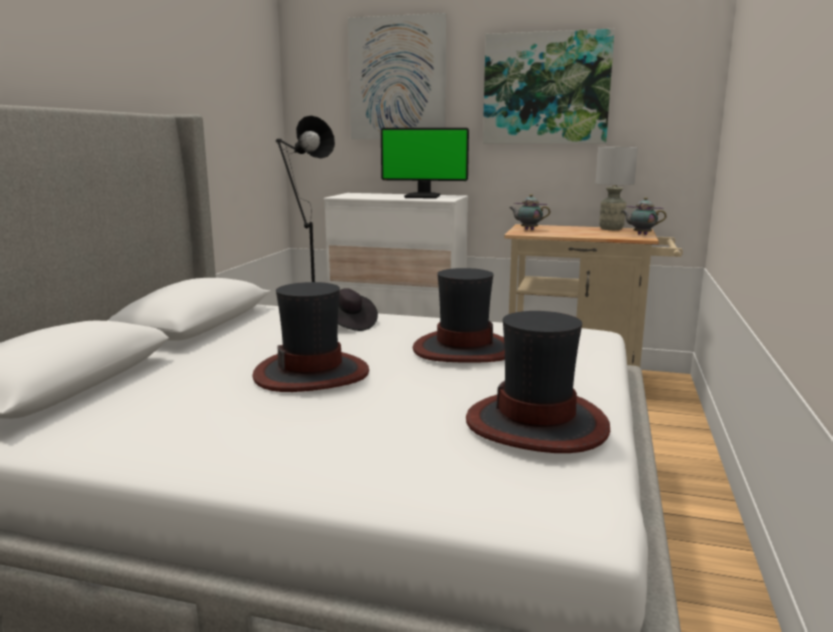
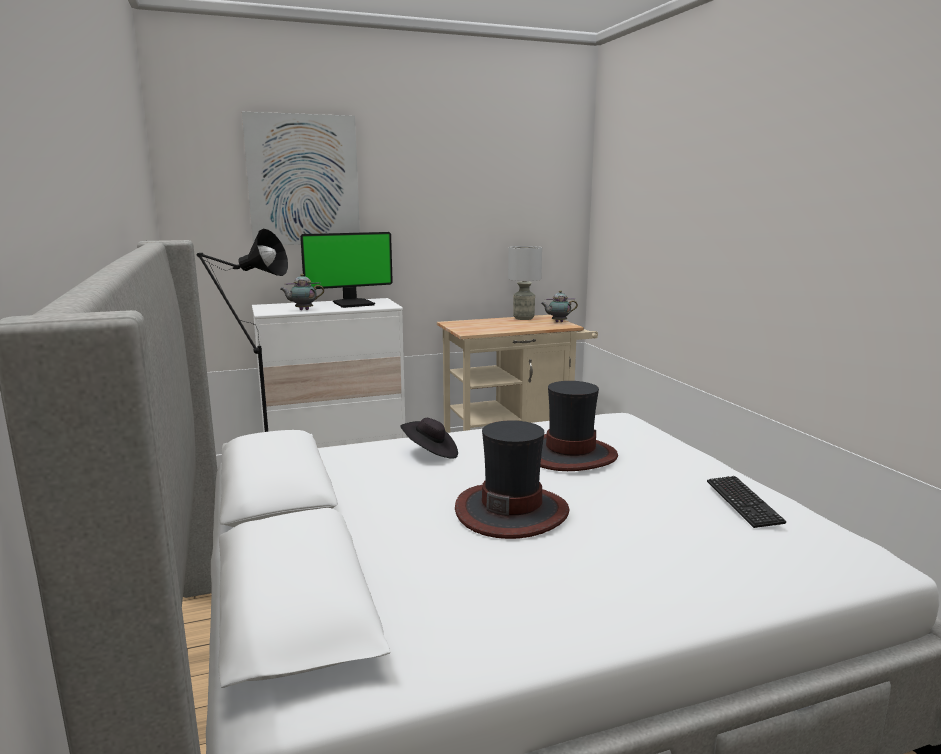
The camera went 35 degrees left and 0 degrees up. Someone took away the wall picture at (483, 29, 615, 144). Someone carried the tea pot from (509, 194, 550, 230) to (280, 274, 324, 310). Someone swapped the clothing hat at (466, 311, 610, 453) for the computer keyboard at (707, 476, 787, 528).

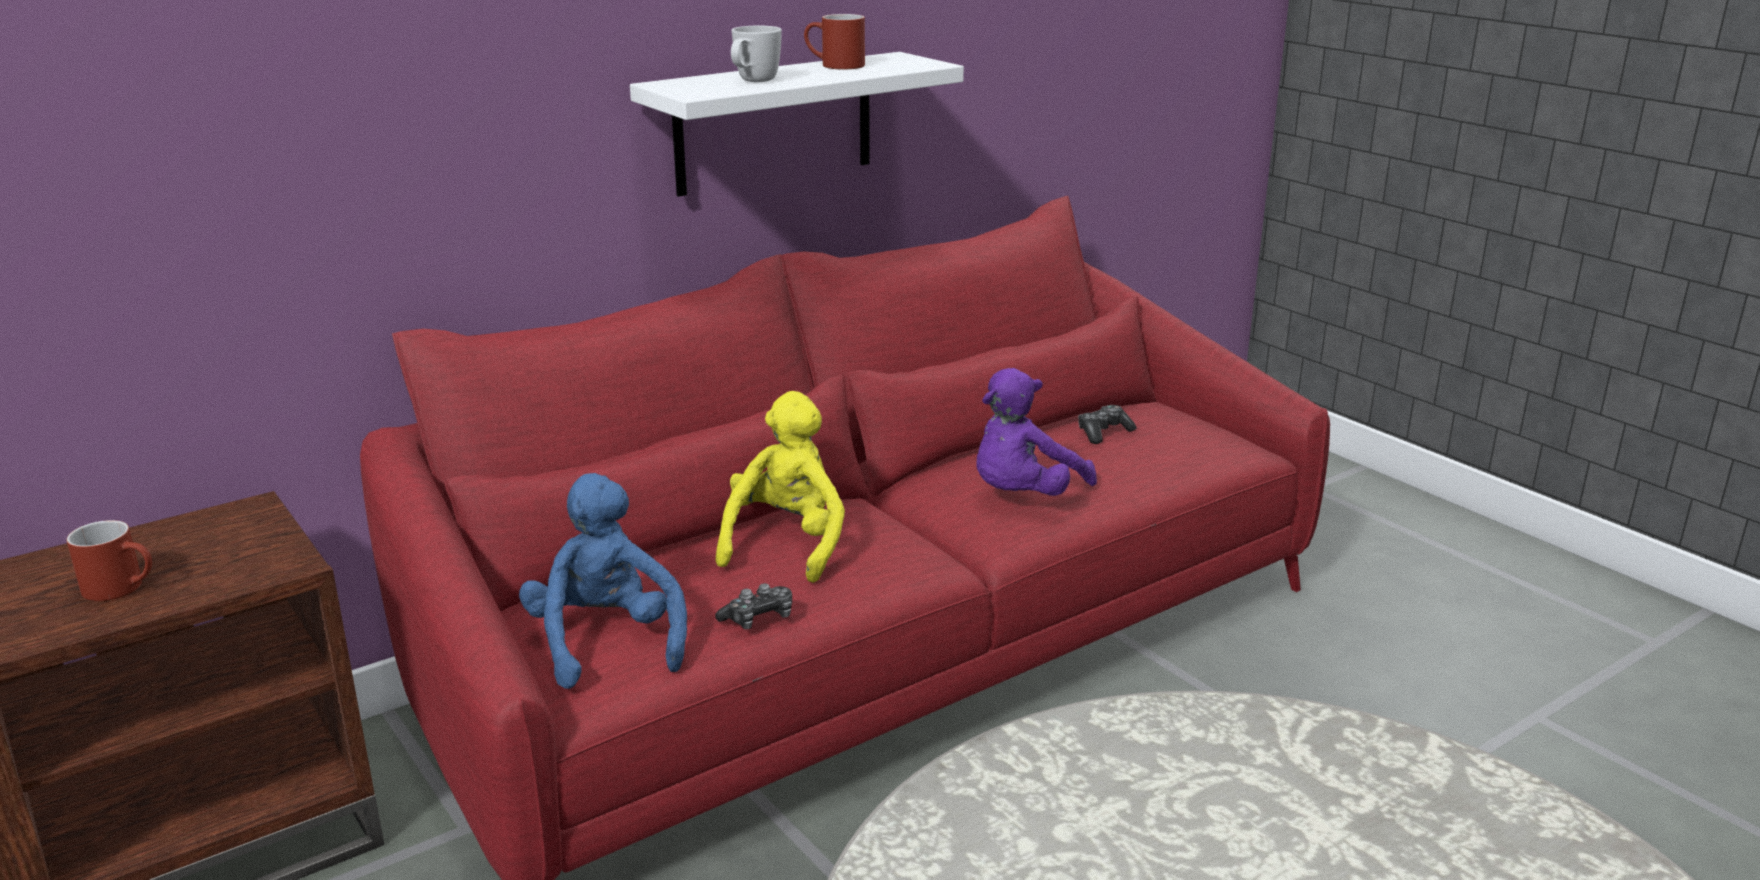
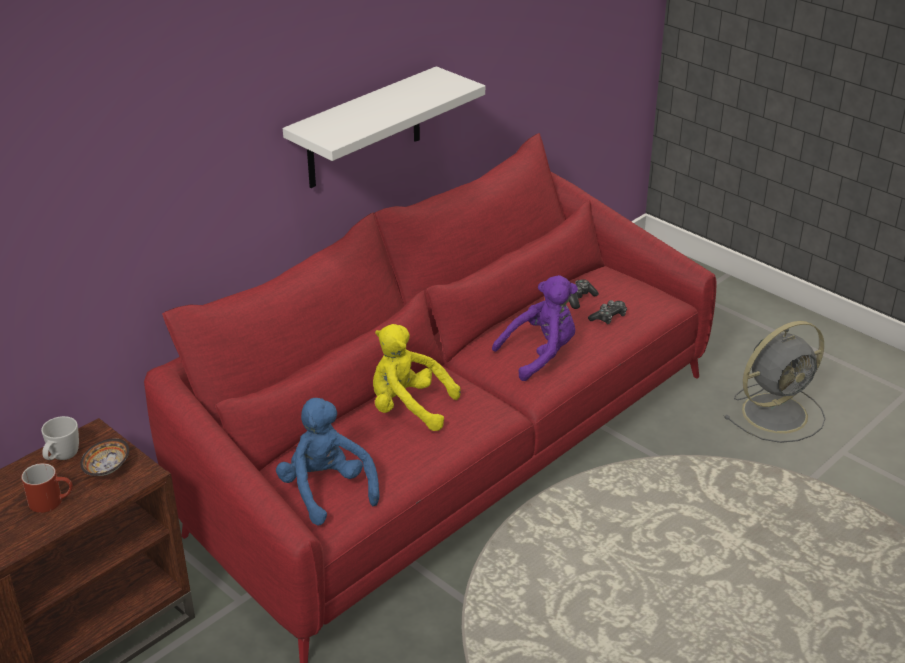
The camera went 10 degrees left and 10 degrees up. Someone took away the reddish tea mug at (804, 14, 865, 69). Someone put down the serving bowl at (80, 438, 129, 476). Someone put down the greyish cooling fan at (724, 321, 825, 443). Someone carried the game controller from (715, 583, 792, 629) to (588, 300, 627, 324). Someone carried the whitish tea mug from (731, 26, 782, 82) to (41, 416, 79, 460). Someone rotated the yellow plush toy at (716, 391, 845, 583) by 75 degrees counterclockwise. Someone rotated the purple plush toy at (976, 368, 1097, 496) by 150 degrees counterclockwise.

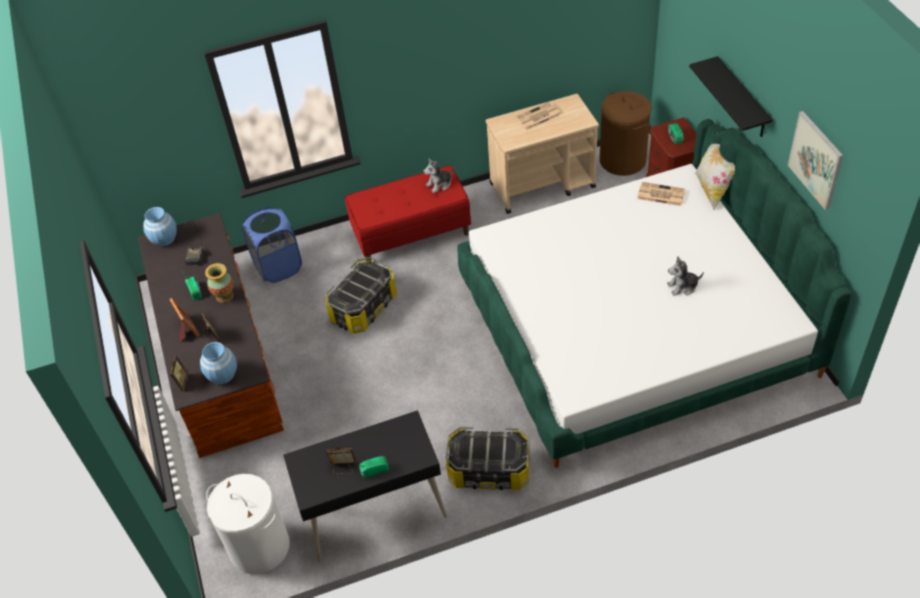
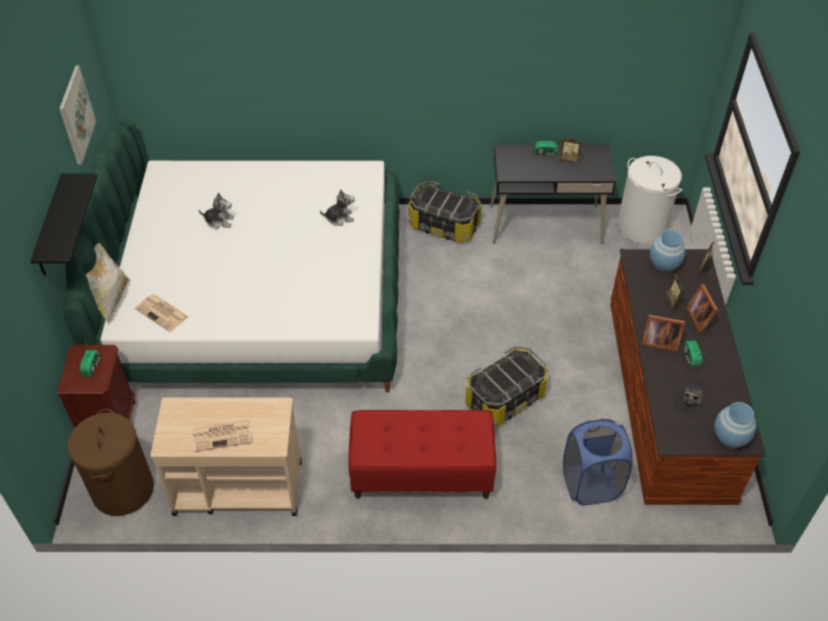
The camera went 165 degrees left and 0 degrees up. Someone carried the plush toy from (424, 158, 454, 193) to (320, 189, 355, 226). Someone swapped the flower vase at (205, 263, 234, 303) for the standing frame at (642, 315, 685, 352).

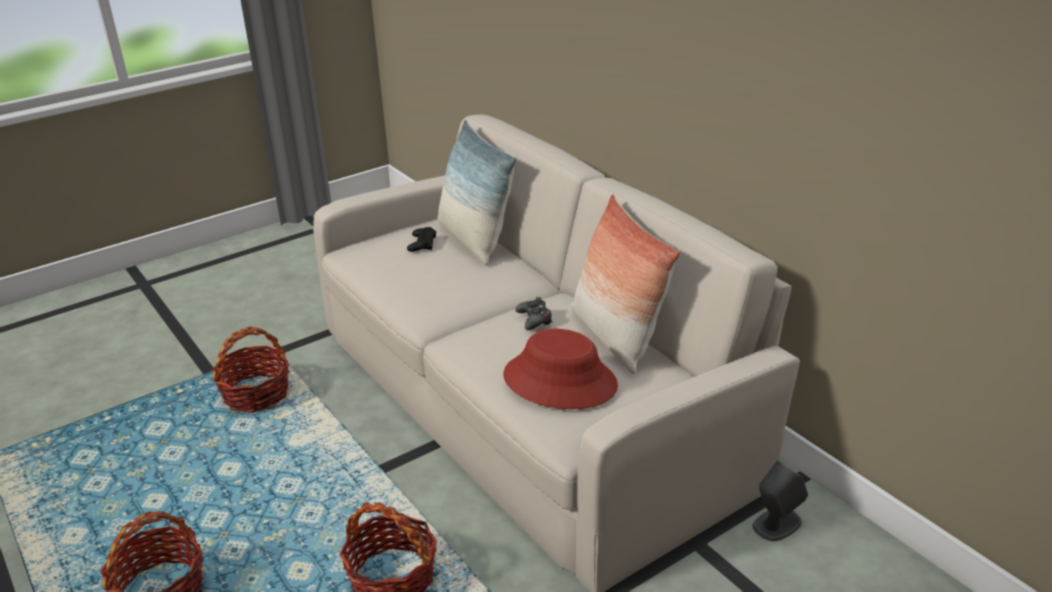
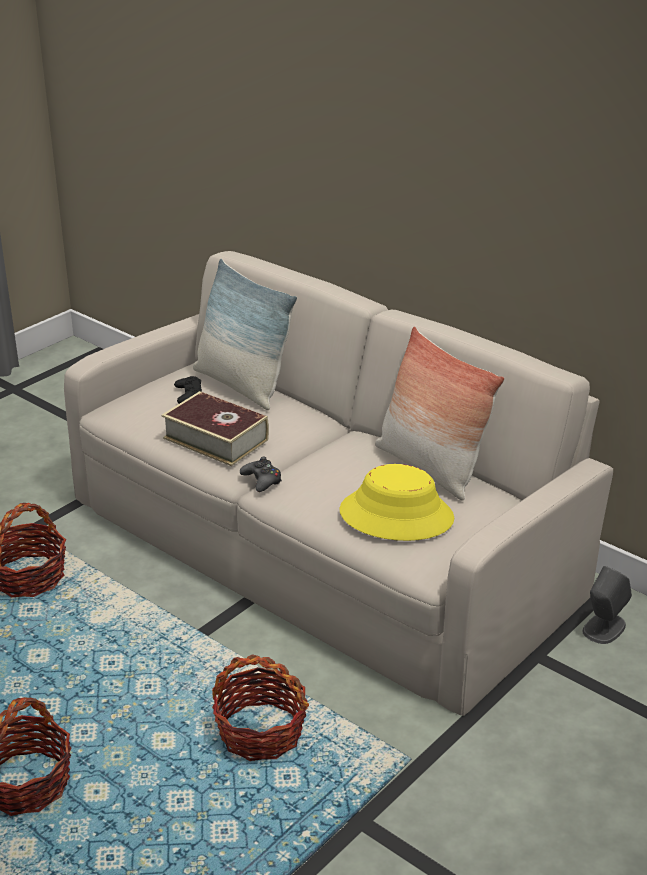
The camera went 15 degrees left and 0 degrees up. Someone put down the bound book at (161, 391, 269, 466). Someone carried the blackish game controller from (515, 297, 552, 330) to (240, 457, 282, 492). Someone repainted the reddish clothing hat at (503, 329, 618, 409), which became the yellow clothing hat at (339, 464, 454, 541).

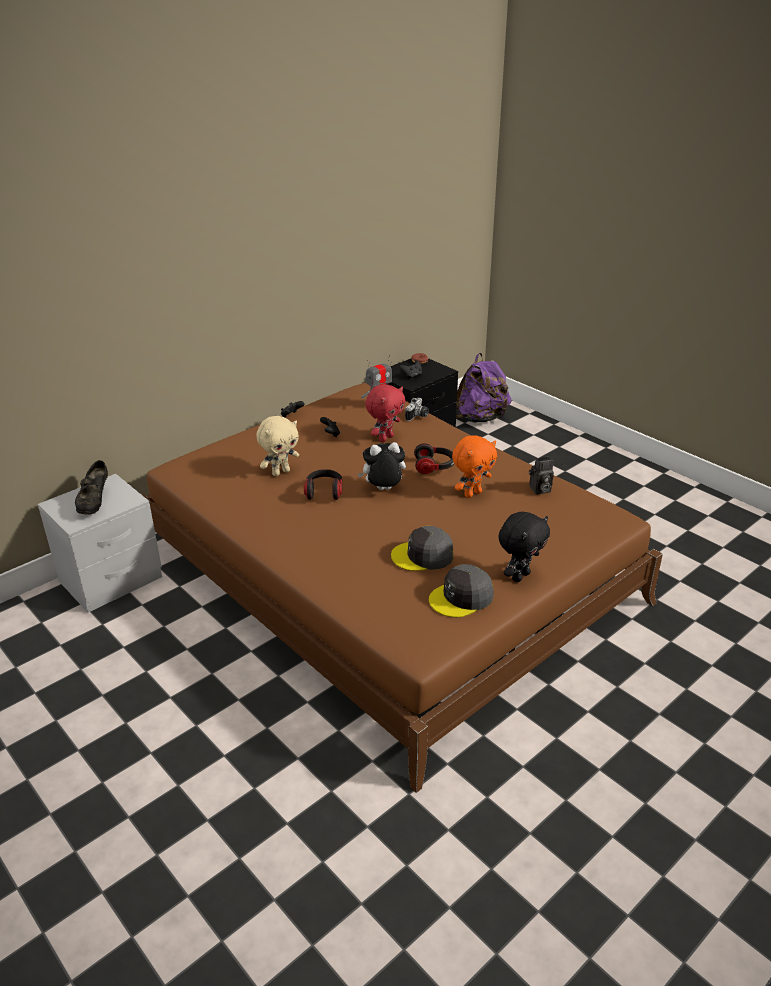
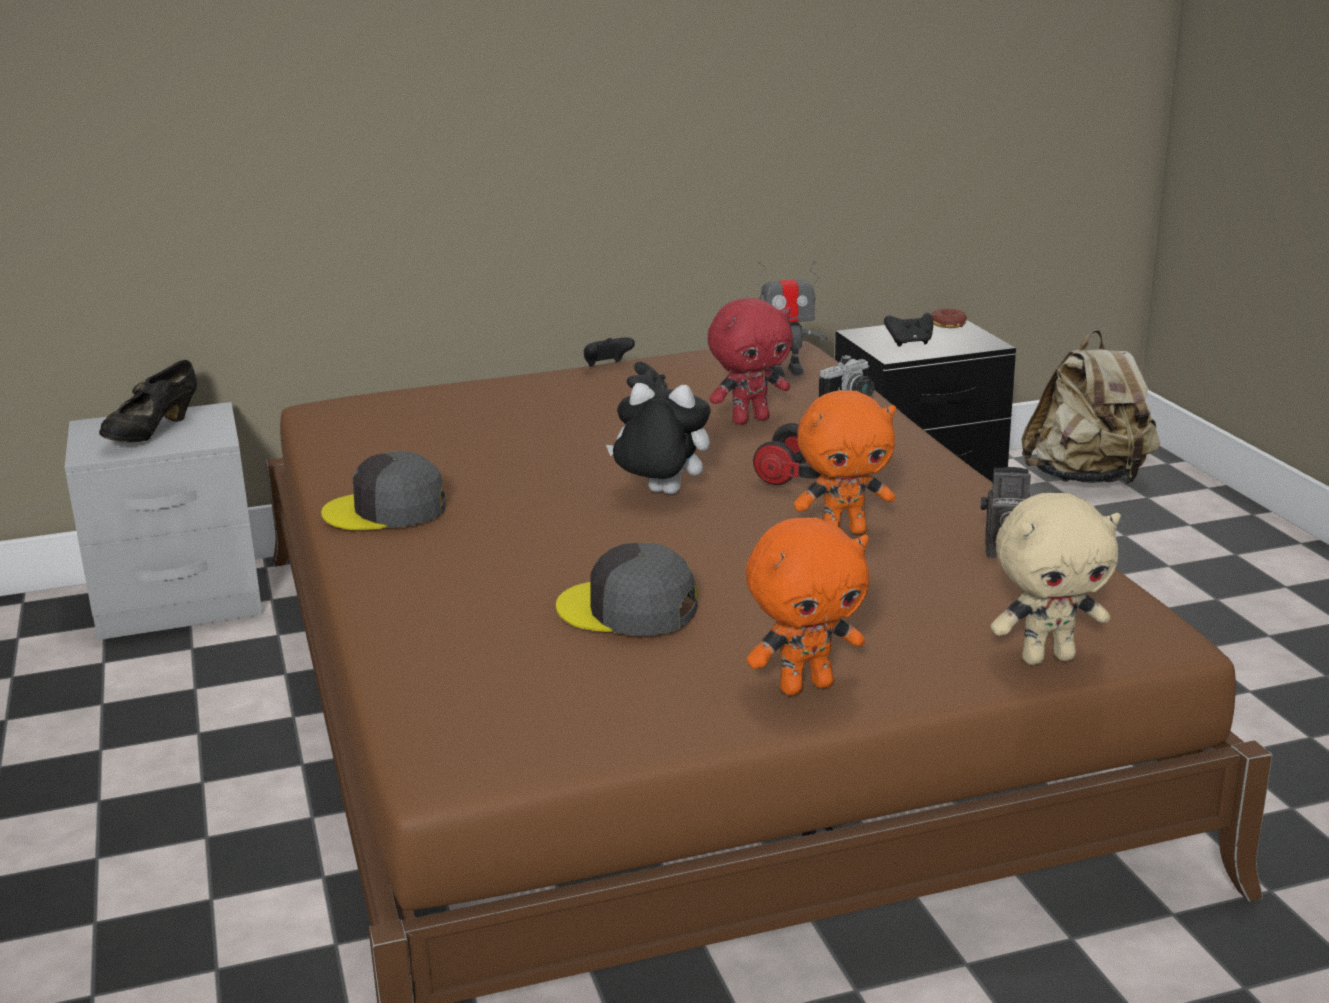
The camera went 25 degrees right and 10 degrees down. Someone took away the pair of headphones at (304, 469, 342, 500). Someone carried the beige-coloured plush toy from (256, 416, 299, 476) to (991, 493, 1121, 665). Someone carried the greyish baseball cap from (429, 564, 494, 617) to (321, 451, 446, 530). Someone repainted the purple backpack at (456, 353, 511, 423), which became the beige-coloured backpack at (1022, 330, 1160, 484). Someone repainted the blackish plush toy at (498, 512, 550, 582), which became the orangey plush toy at (746, 518, 869, 696).

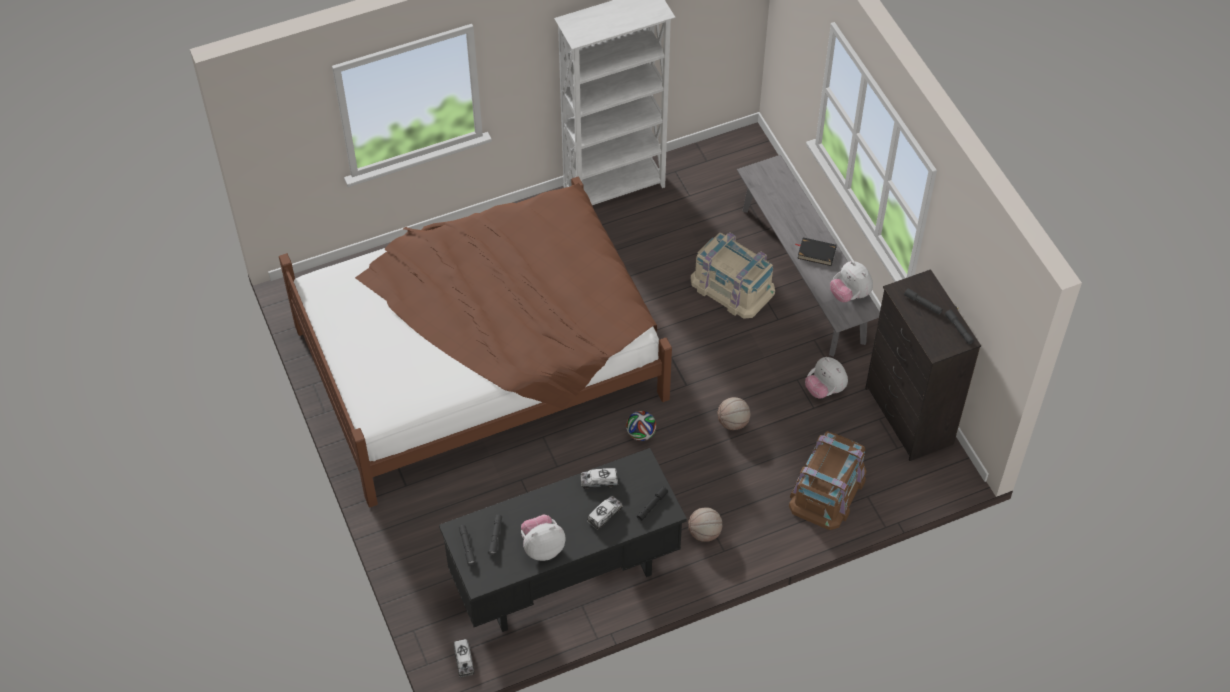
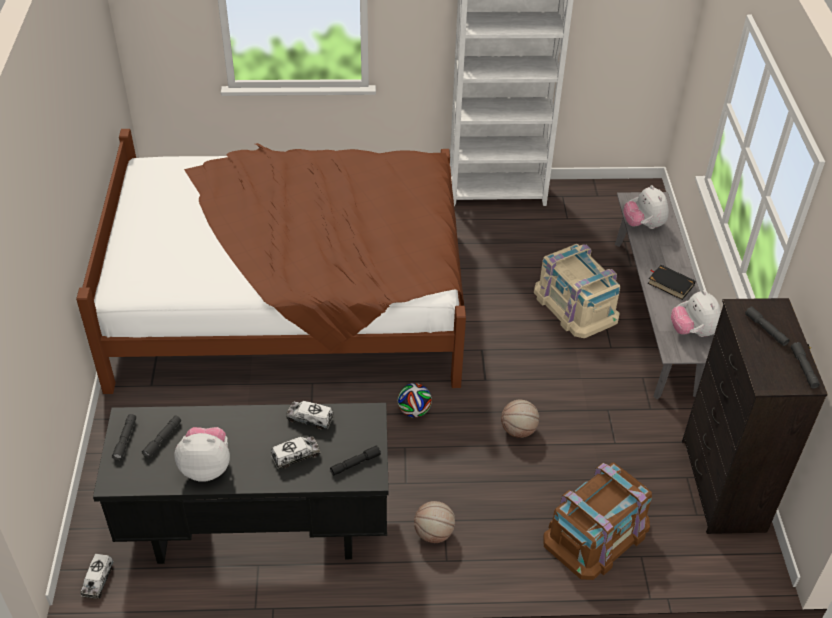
The camera went 20 degrees right and 10 degrees down. Someone carried the plush toy from (805, 357, 848, 399) to (623, 185, 669, 229).

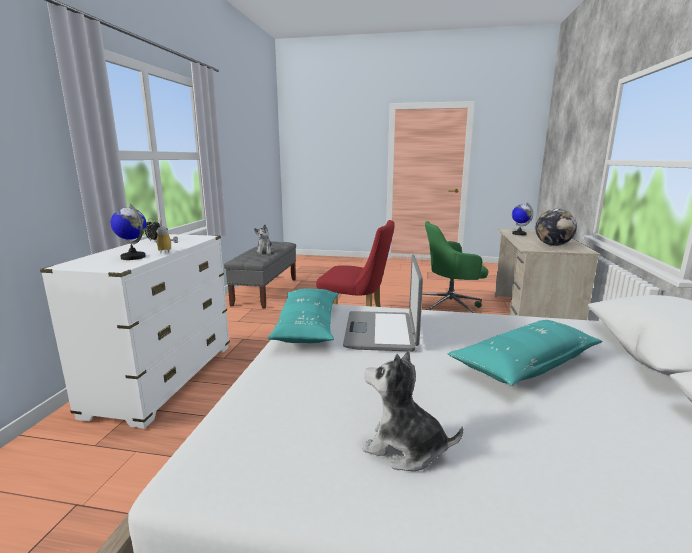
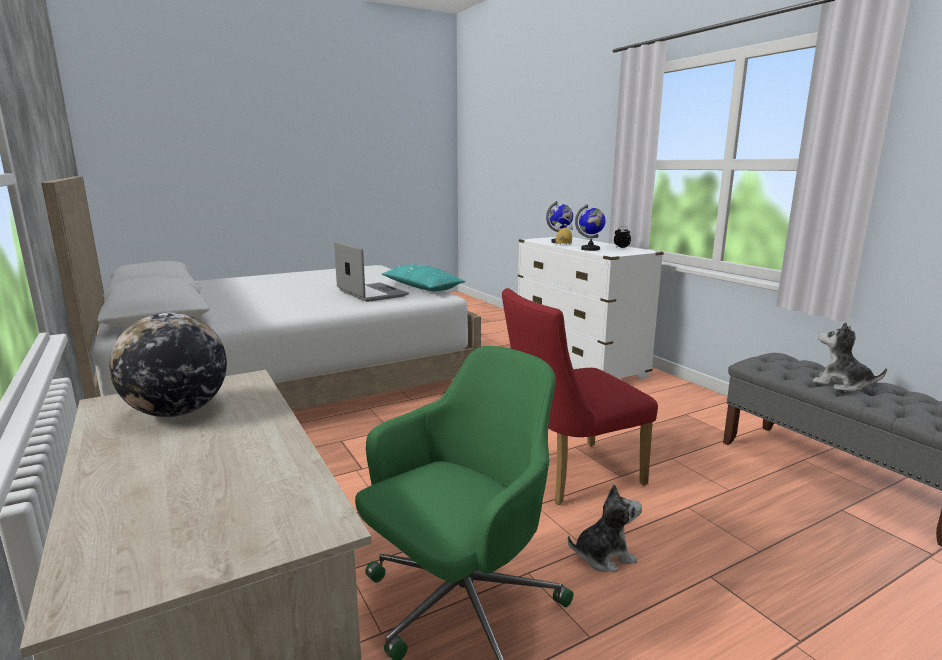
The camera went 140 degrees right and 0 degrees up. Someone took away the turquoise-coloured throw pillow at (447, 320, 603, 386). Someone carried the plush toy from (363, 351, 463, 471) to (568, 484, 642, 572). Someone carried the world globe from (512, 203, 533, 235) to (575, 204, 606, 251).

